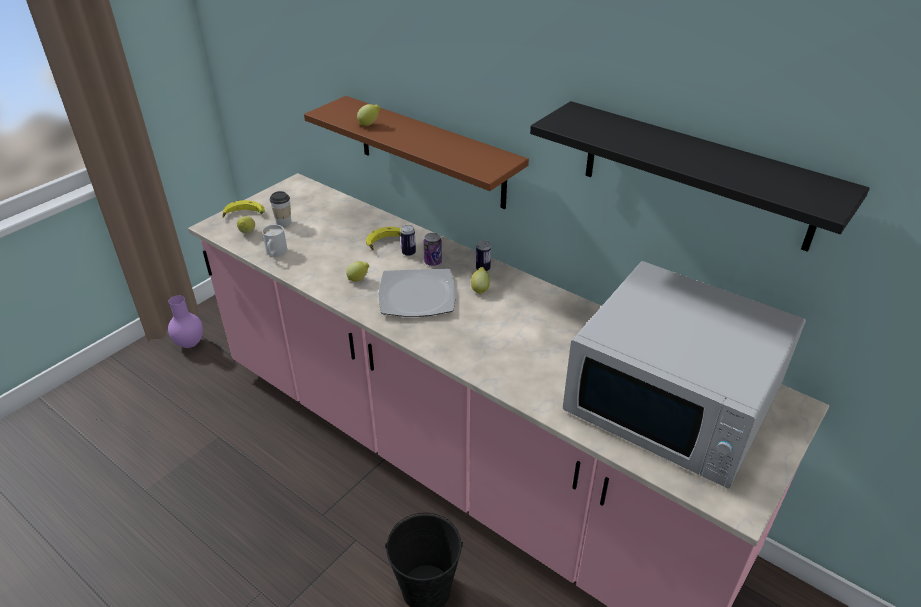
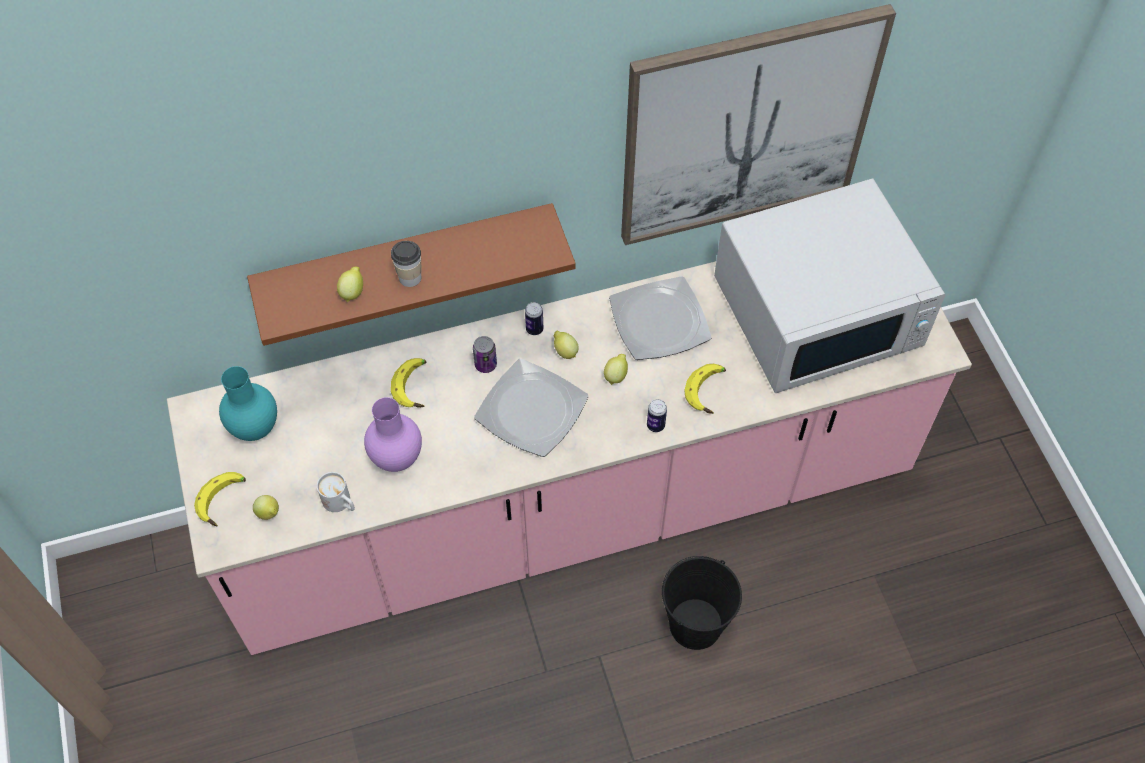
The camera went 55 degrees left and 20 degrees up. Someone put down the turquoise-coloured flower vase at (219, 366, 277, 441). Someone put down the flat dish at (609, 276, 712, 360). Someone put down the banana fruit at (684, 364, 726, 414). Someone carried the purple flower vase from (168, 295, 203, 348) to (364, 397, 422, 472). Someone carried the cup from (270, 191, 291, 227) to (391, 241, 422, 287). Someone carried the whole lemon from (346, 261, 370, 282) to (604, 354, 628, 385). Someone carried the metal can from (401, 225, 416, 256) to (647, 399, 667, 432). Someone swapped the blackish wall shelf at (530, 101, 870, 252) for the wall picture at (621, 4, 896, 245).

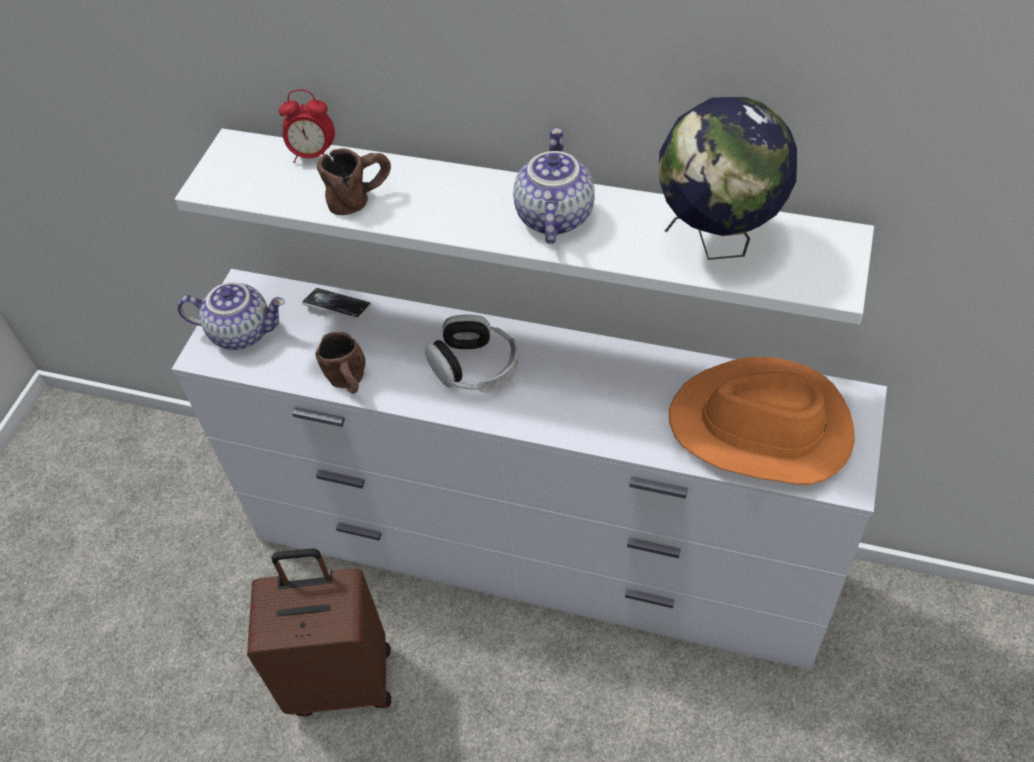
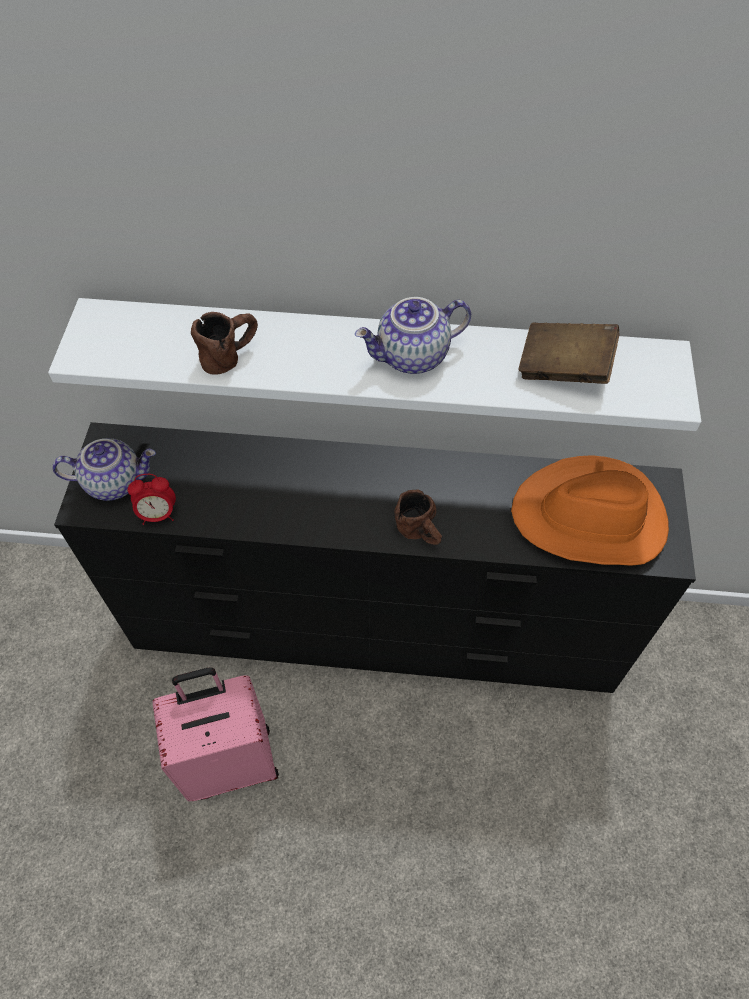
The camera went 15 degrees left and 5 degrees up. Someone took away the handset at (302, 288, 371, 319). Someone took away the pair of headphones at (425, 315, 519, 393). Someone carried the table clock from (279, 90, 335, 163) to (127, 474, 176, 525). Someone carried the brown-coloured tea mug from (315, 332, 366, 393) to (394, 489, 442, 545). Someone swapped the world globe at (658, 97, 797, 260) for the brown-coloured bound book at (518, 322, 619, 384). Someone repainted the whitish drawer chest at (172, 269, 887, 670), which became the blackish drawer chest at (54, 422, 696, 693). Someone repainted the brown-coloured travel case at (247, 549, 391, 716), which became the pink-coloured travel case at (152, 667, 279, 801). Someone rotated the tea pot at (513, 128, 595, 244) by 105 degrees counterclockwise.

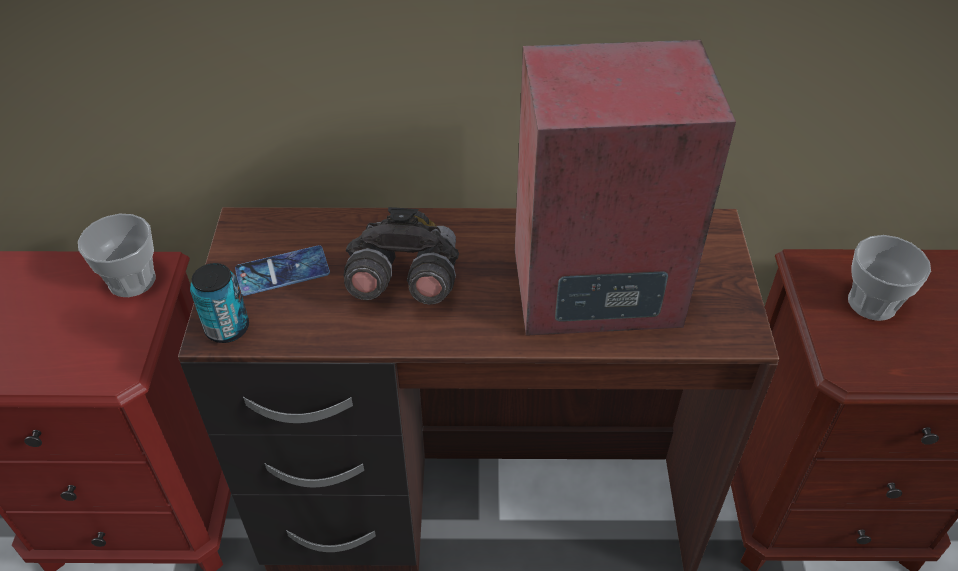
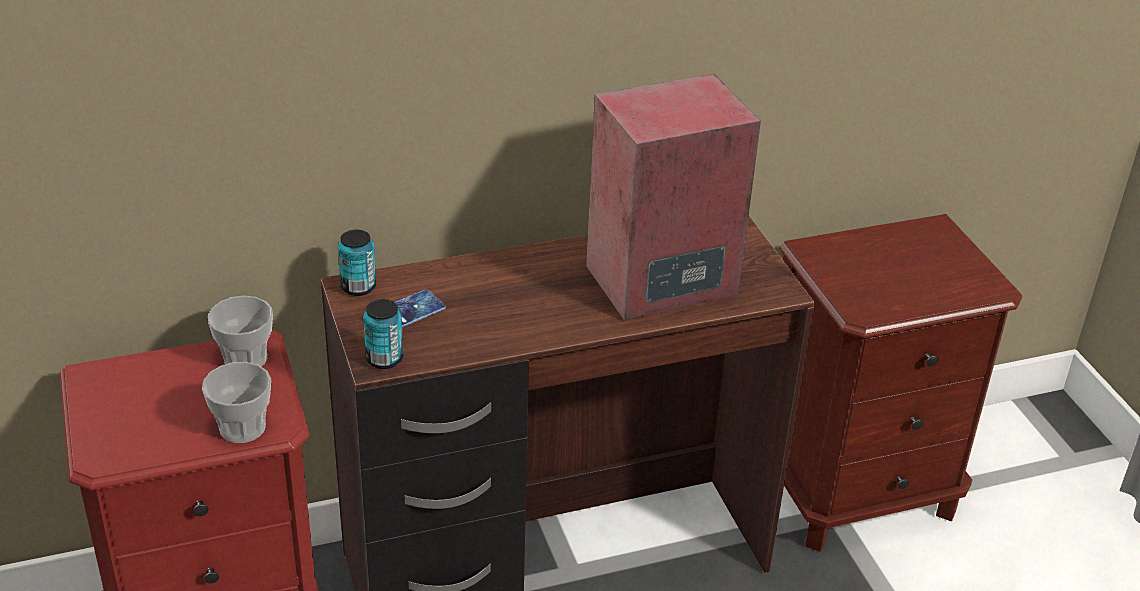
The camera went 20 degrees left and 10 degrees down. Someone took away the greyish binoculars at (343, 207, 459, 305). Someone put down the metal can at (338, 230, 376, 296). Someone carried the cup from (848, 235, 931, 321) to (202, 362, 271, 443).

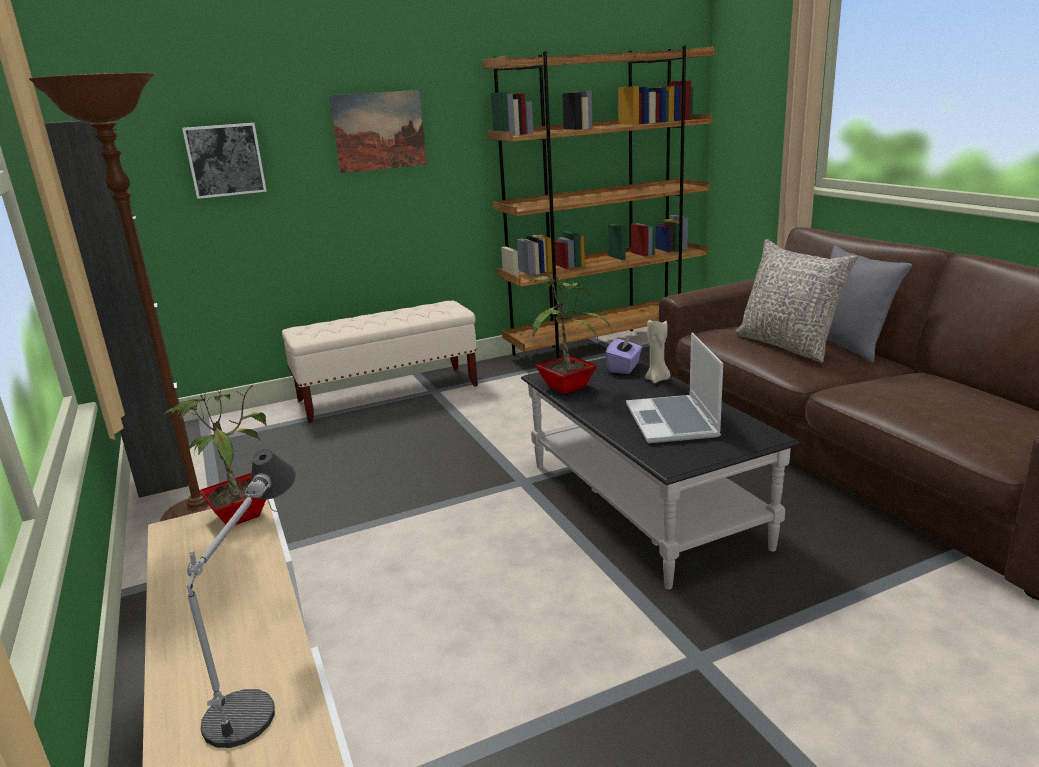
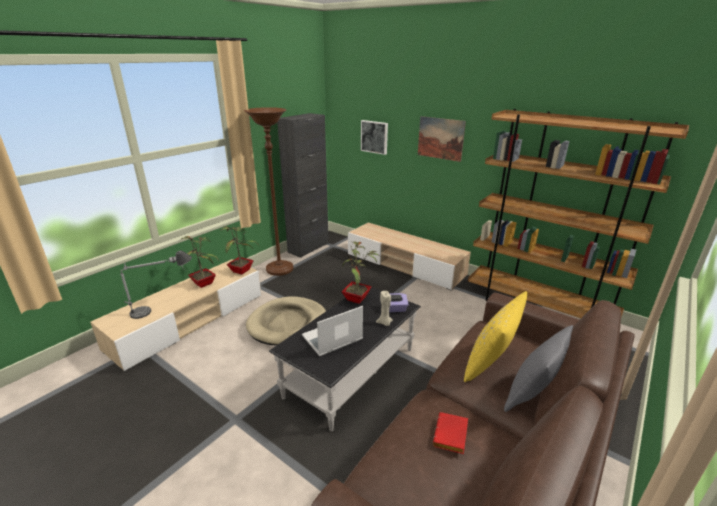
The camera went 60 degrees right and 5 degrees up. Someone put down the potted plant at (180, 236, 219, 288). Someone put down the beige-coloured pet bed at (246, 297, 326, 346). Someone put down the reddish bound book at (433, 412, 468, 454). Someone swapped the beige-coloured long seat at (282, 300, 478, 423) for the beige-coloured tv stand at (348, 223, 471, 291). Someone repainted the greyish throw pillow at (735, 239, 858, 363), which became the yellow throw pillow at (464, 291, 528, 382).

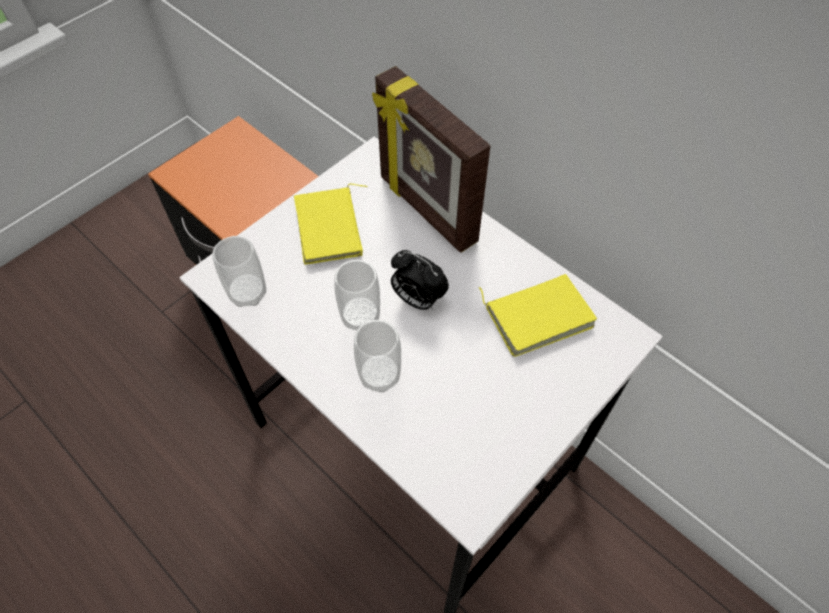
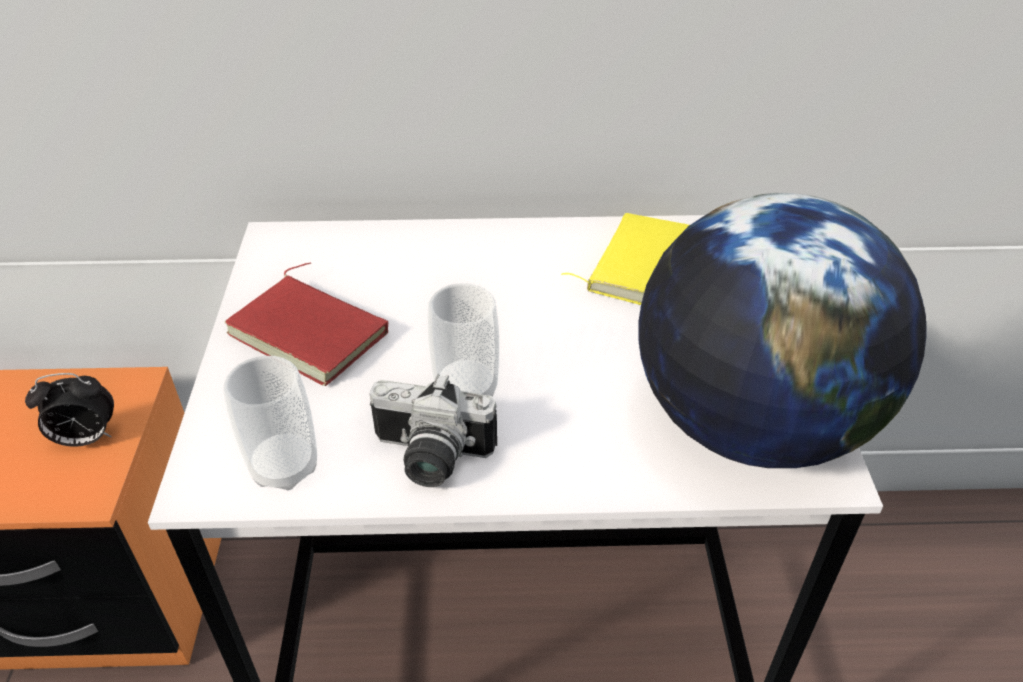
The camera went 45 degrees left and 15 degrees down. Someone took away the cup at (354, 320, 401, 393). Someone took away the standing frame at (372, 66, 490, 253). Someone put down the still camera at (369, 374, 497, 487). Someone put down the world globe at (638, 193, 926, 468). Someone carried the table clock from (391, 250, 449, 310) to (25, 373, 114, 447). Someone repainted the yellow bound book at (294, 184, 368, 264), which became the reddish bound book at (225, 263, 388, 386).

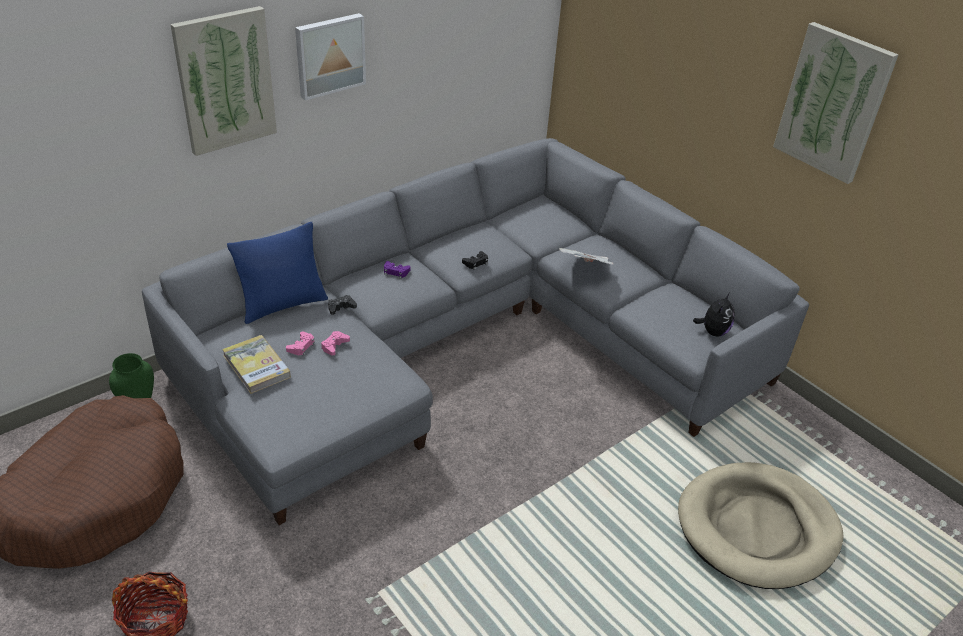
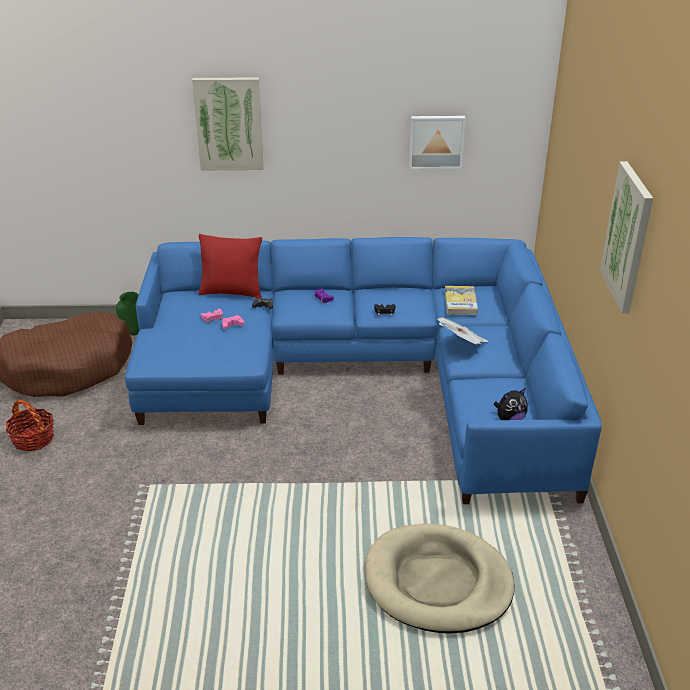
The camera went 40 degrees right and 5 degrees down. Someone carried the bound book from (222, 335, 291, 394) to (445, 286, 478, 315). Someone carried the wall picture from (295, 13, 366, 100) to (409, 116, 466, 169). Someone repainted the greyish sofa at (142, 138, 809, 525), which became the blue sofa at (125, 237, 602, 504). Someone repainted the blue throw pillow at (227, 222, 328, 324), which became the reddish throw pillow at (199, 234, 262, 298).

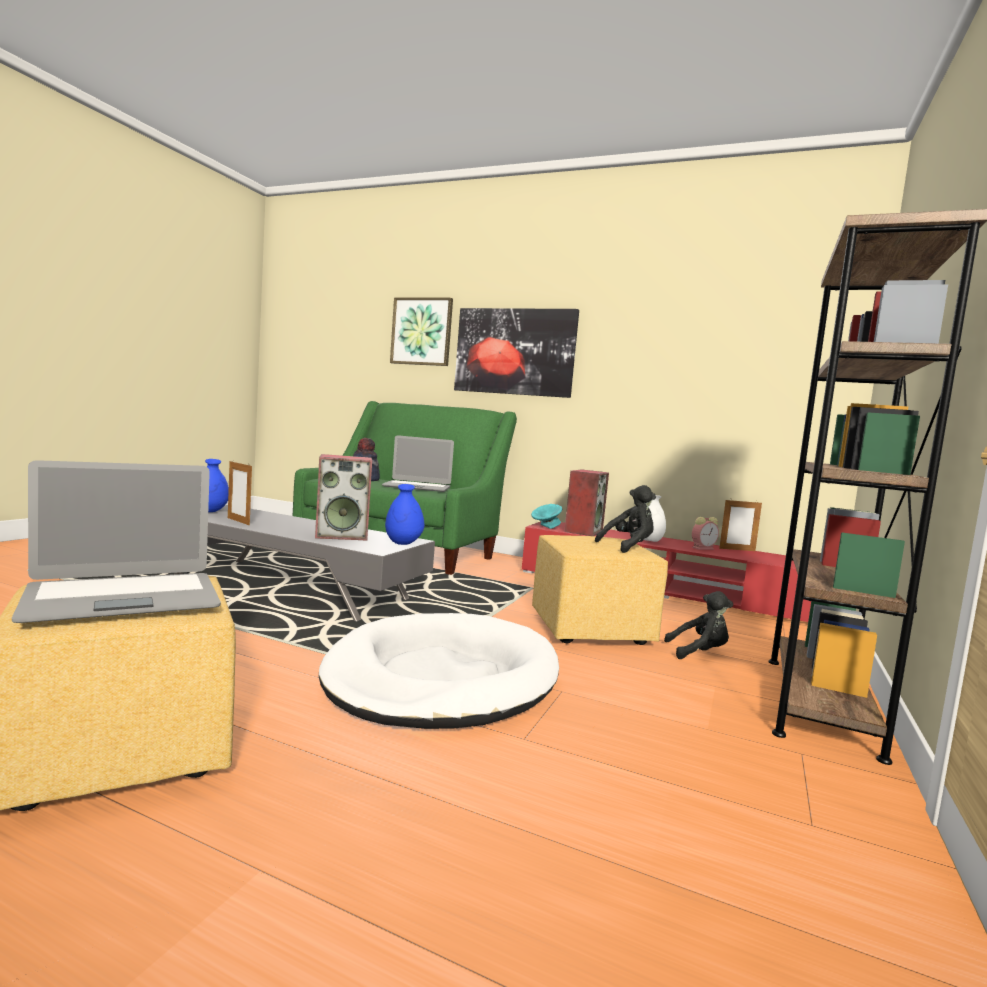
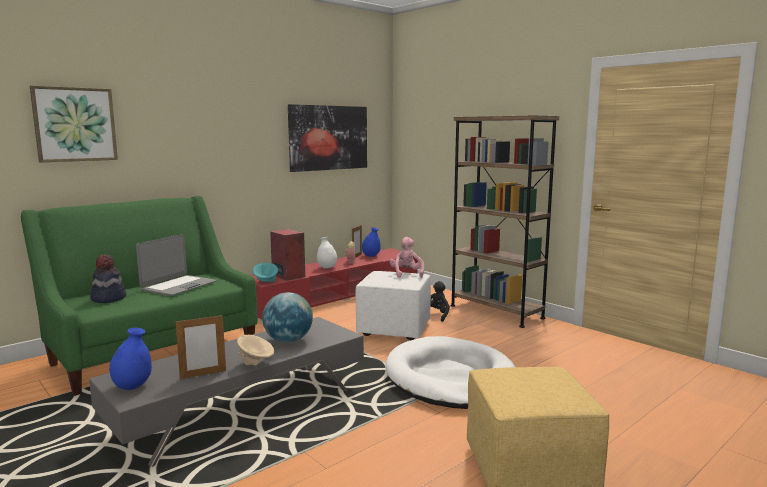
The camera went 65 degrees left and 5 degrees up. Someone took away the laptop at (12, 460, 221, 623). Someone put down the beige-coloured serving bowl at (237, 335, 274, 365). Someone carried the blue flower vase from (385, 484, 424, 545) to (362, 227, 380, 257). Someone carried the wall picture from (454, 308, 579, 398) to (288, 104, 367, 172). Someone swapped the speaker at (315, 454, 372, 540) for the world globe at (262, 292, 313, 343). Someone repainted the yellow footrest at (532, 535, 668, 645), which became the whitish footrest at (355, 271, 431, 340). Someone repainted the blackish plush toy at (595, 485, 656, 553), which became the pink-coloured plush toy at (390, 237, 424, 278).

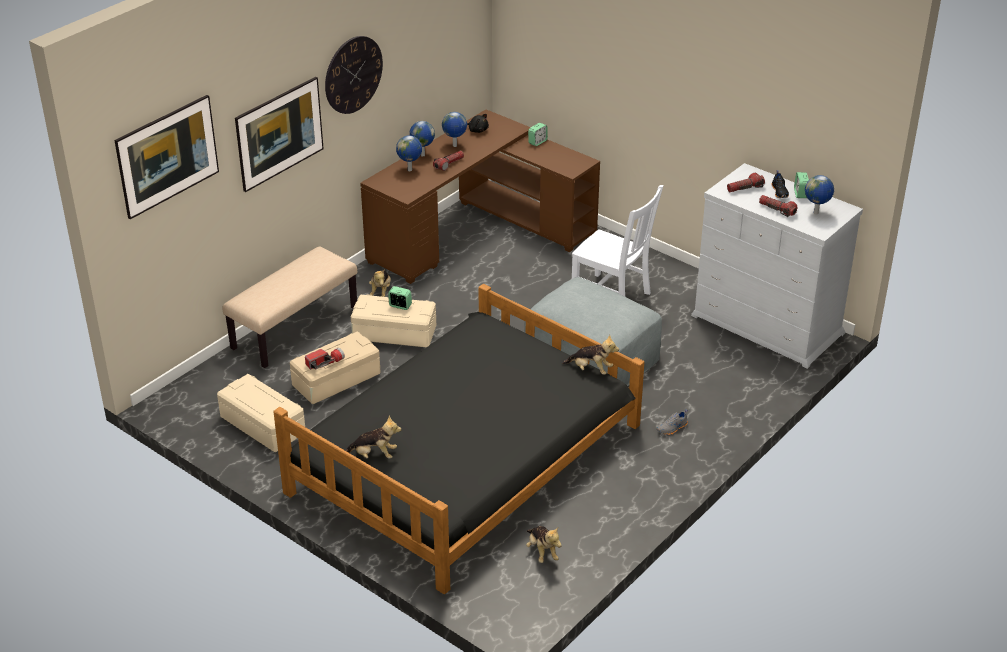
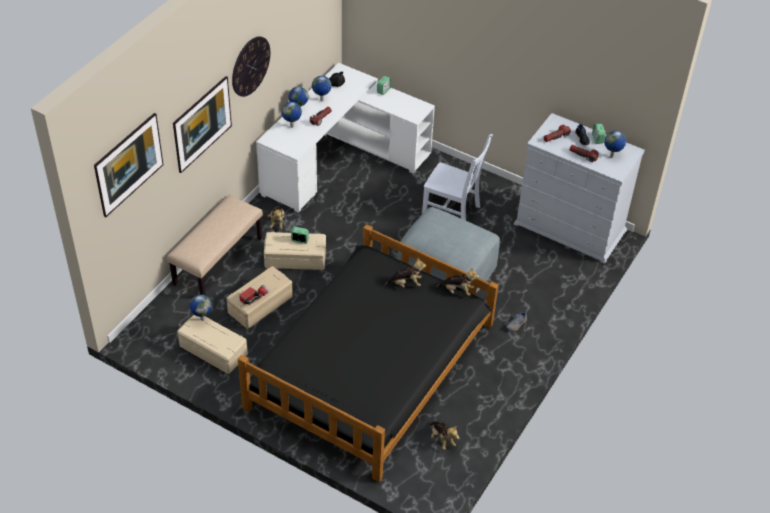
The camera went 10 degrees left and 10 degrees up. Someone put down the world globe at (189, 295, 212, 321). Someone carried the plush toy from (345, 416, 402, 459) to (384, 258, 426, 288). Someone repainted the brown-coloured desk unit at (360, 109, 600, 284), which became the whitish desk unit at (256, 63, 435, 213).

